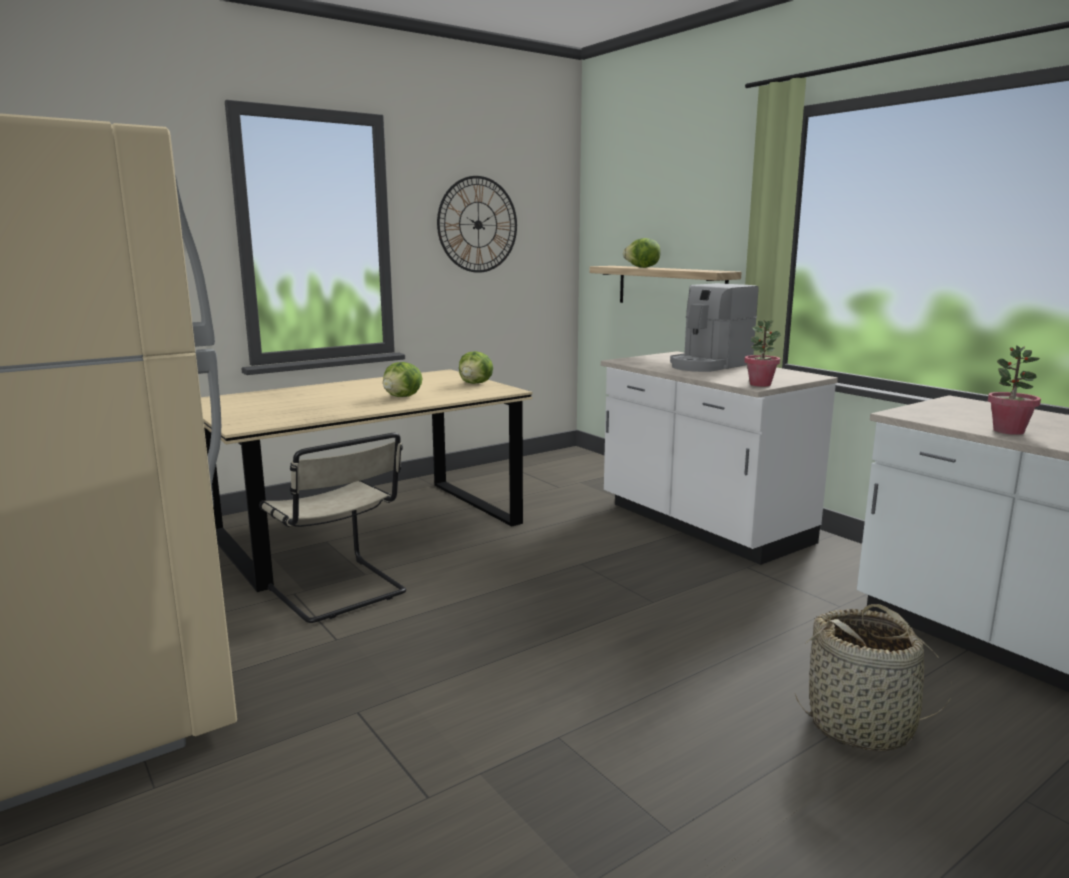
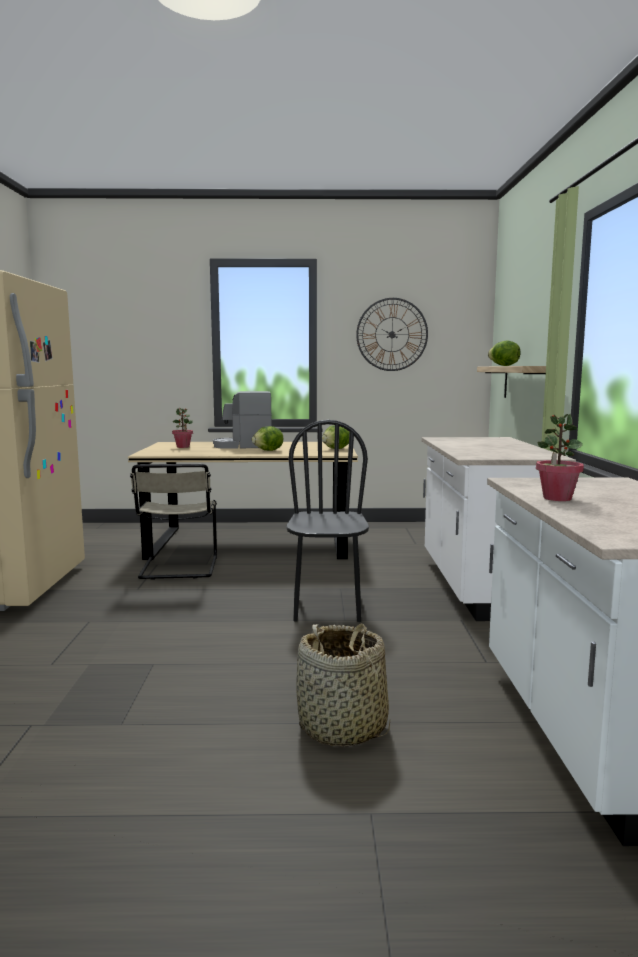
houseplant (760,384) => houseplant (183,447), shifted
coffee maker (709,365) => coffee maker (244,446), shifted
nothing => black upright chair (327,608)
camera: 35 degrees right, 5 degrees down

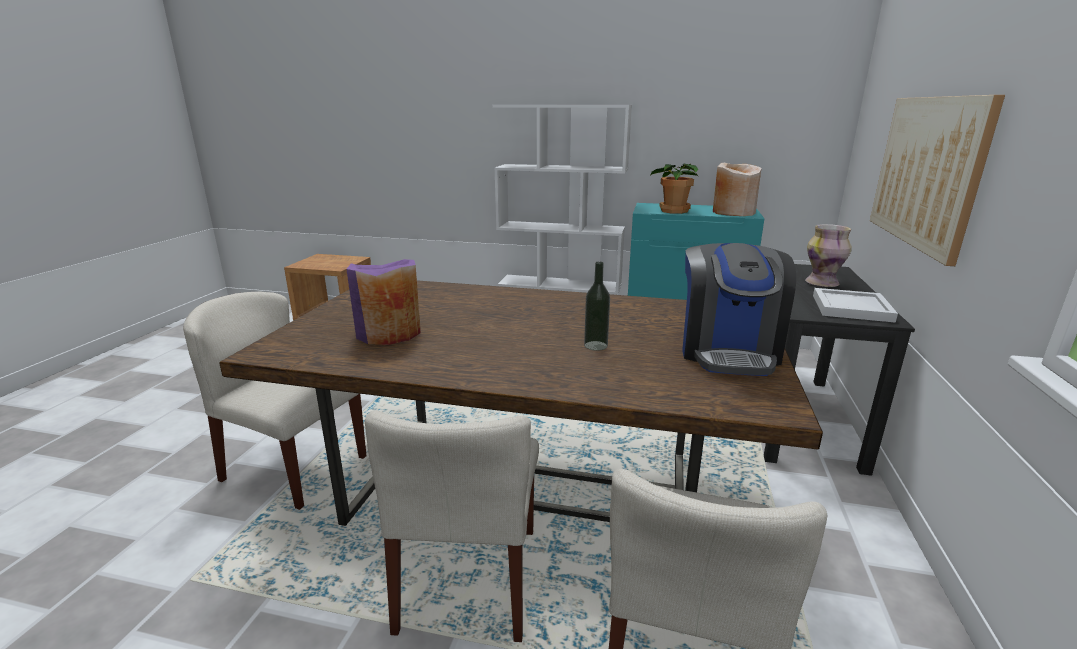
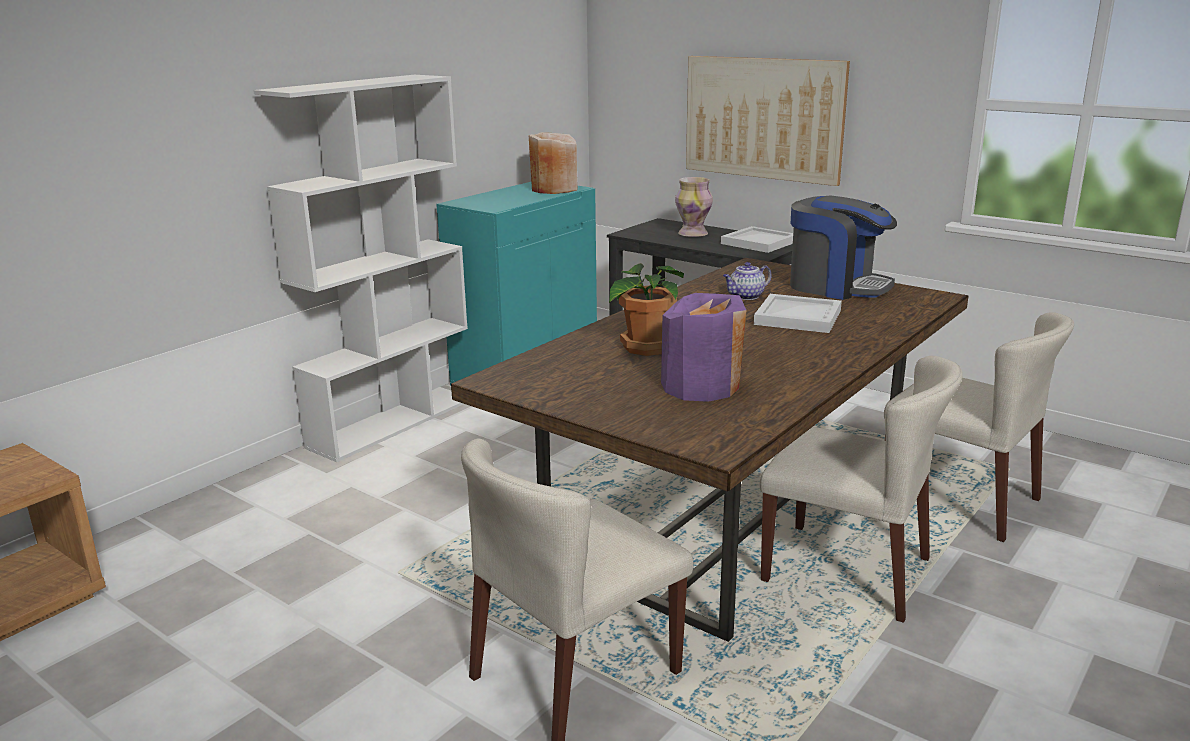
houseplant (673,211) => houseplant (645,347), shifted
nothing => pot for tea (746,296)
beverage bottle (595,345) => white-coloured carrying tray (799,318)
camera: 65 degrees left, 0 degrees up

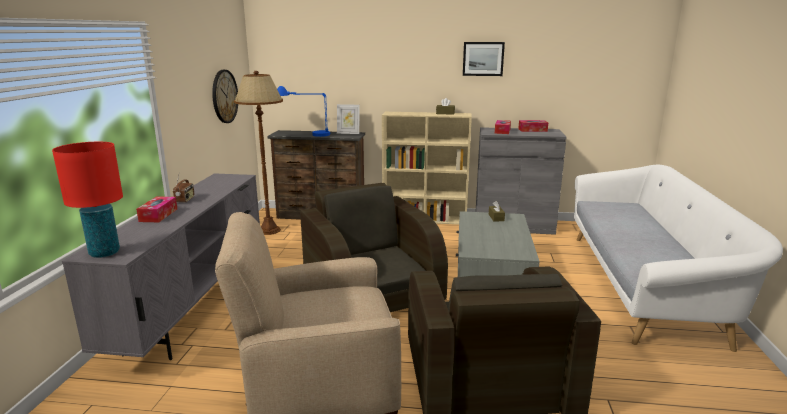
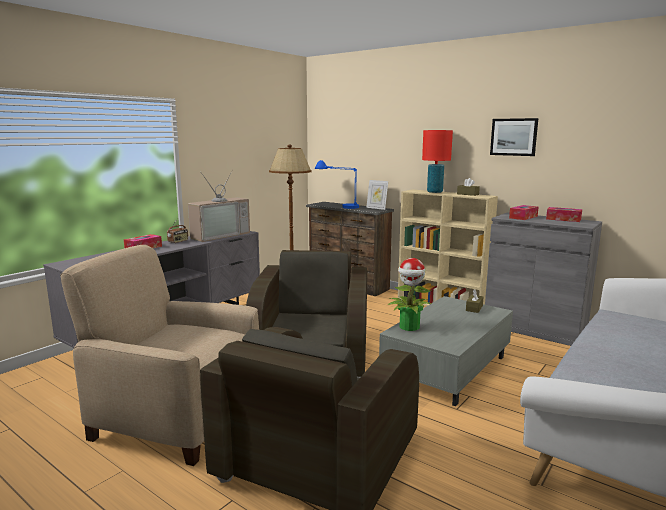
nothing => television (219,235)
nothing => houseplant (409,327)
red-coloured lamp for a table (104,253) => red-coloured lamp for a table (434,192), shifted
hanging clock (224,96) => nothing
camera: 30 degrees right, 5 degrees down

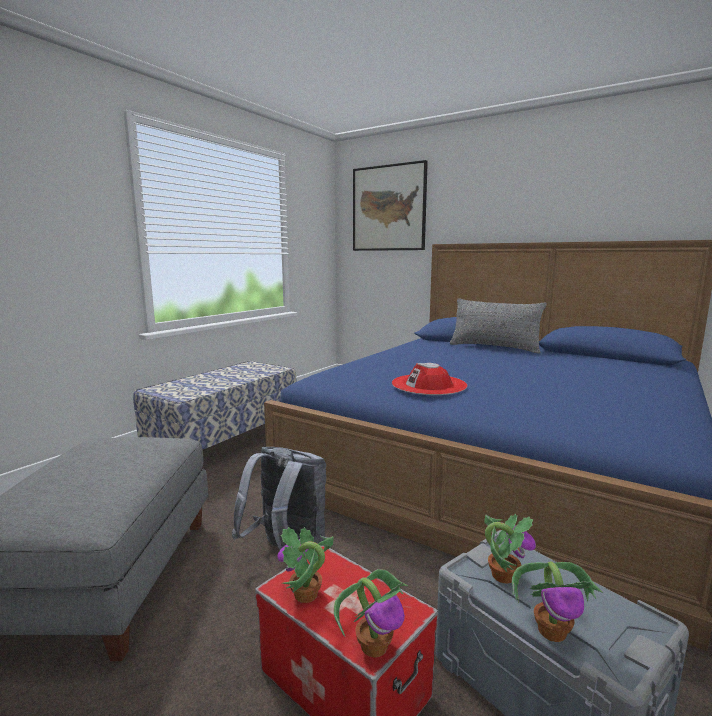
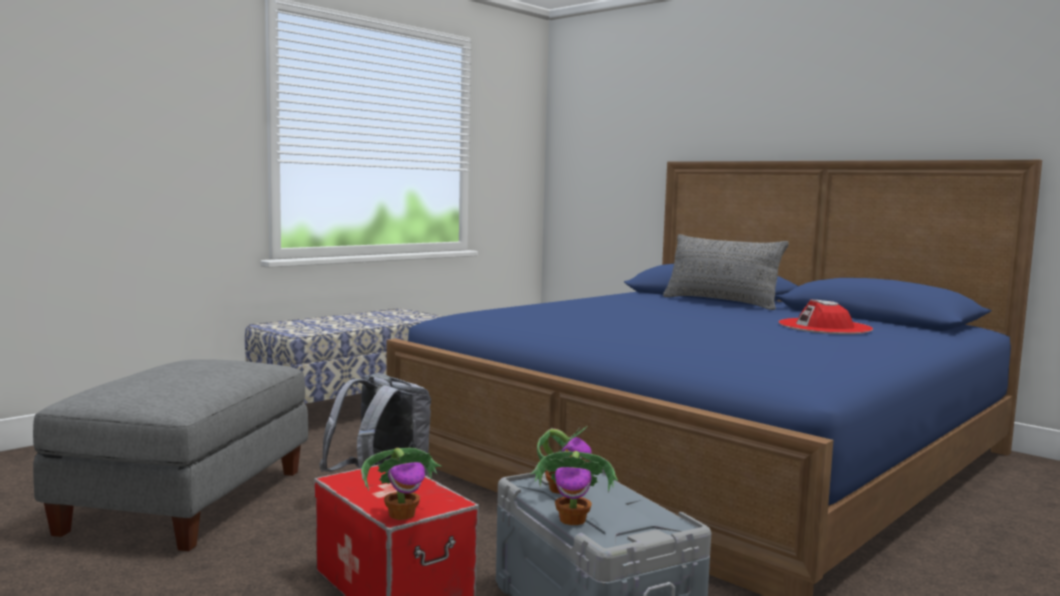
red-coloured wearable hat (429,385) => red-coloured wearable hat (824,327), shifted
houseplant (306,595) => nothing
wall picture (388,208) => nothing
camera: 10 degrees right, 5 degrees down

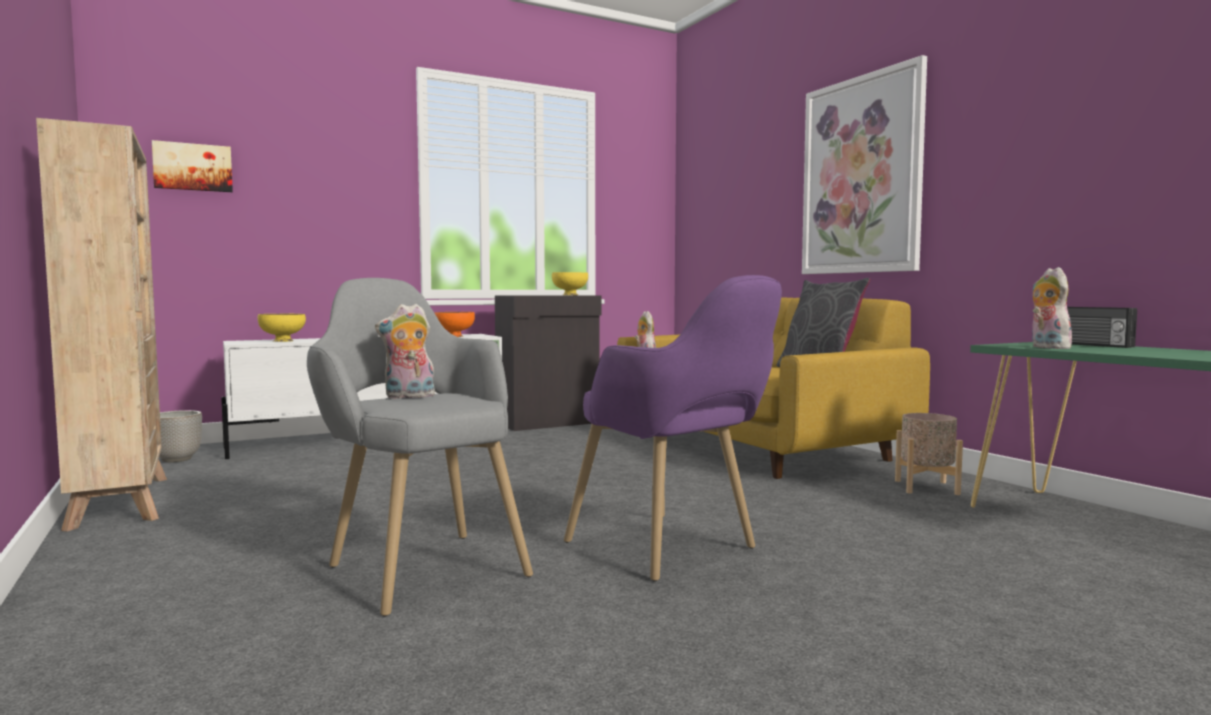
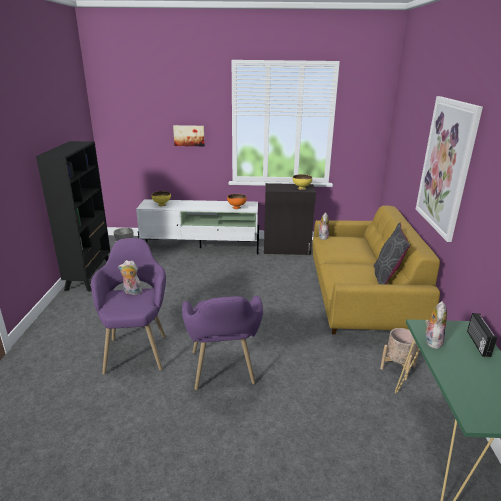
sand-coloured shelving unit (121,502) => black shelving unit (90,275)
grey easy chair (418,563) => purplish easy chair (137,348)
wall picture (193,167) => wall picture (189,135), shifted
camera: 30 degrees right, 20 degrees up

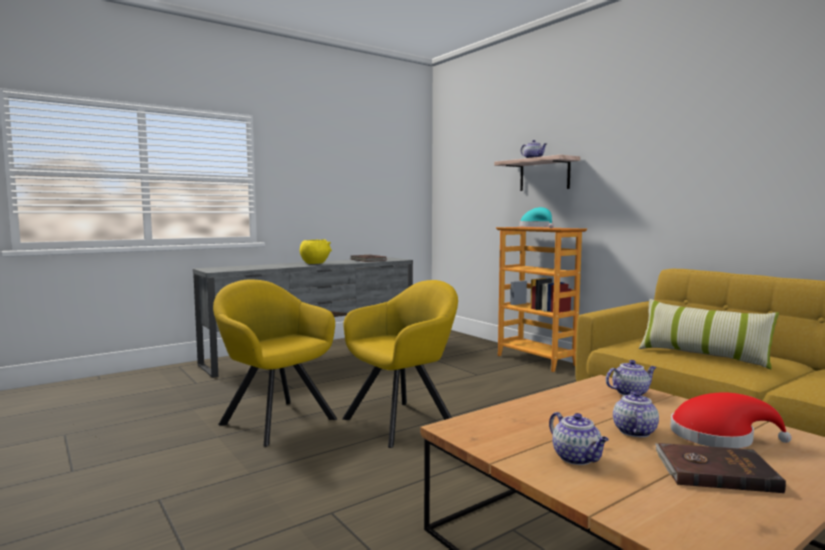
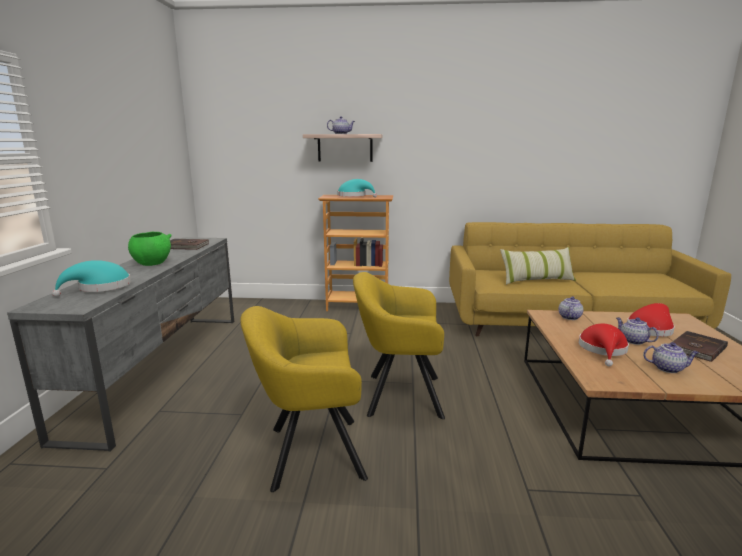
nothing => turquoise-coloured wearable hat (100,287)
yellow-coloured bowl (315,263) => green bowl (152,263)
yellow-coloured easy chair (404,421) => yellow-coloured easy chair (398,395), 90 degrees counterclockwise
nothing => red-coloured wearable hat (603,350)
camera: 50 degrees left, 10 degrees up

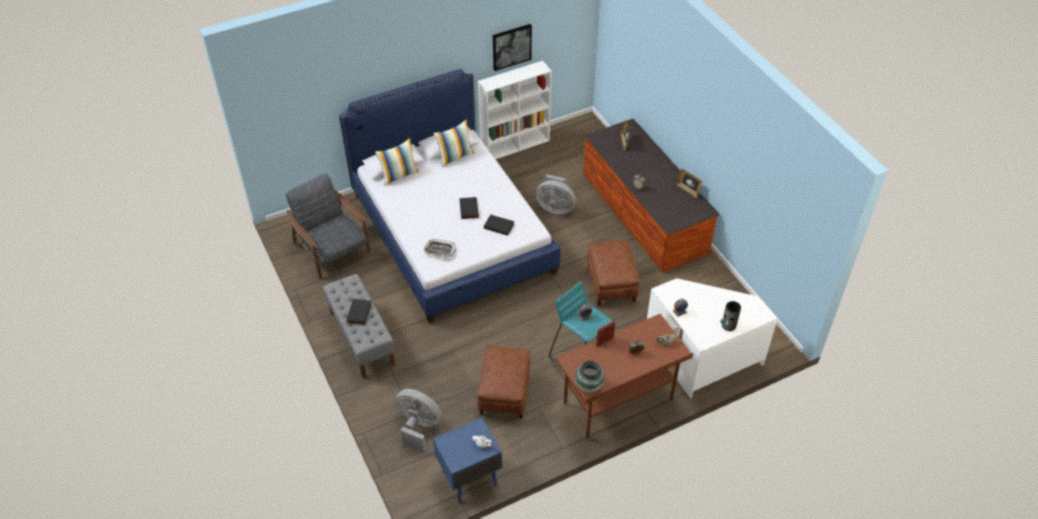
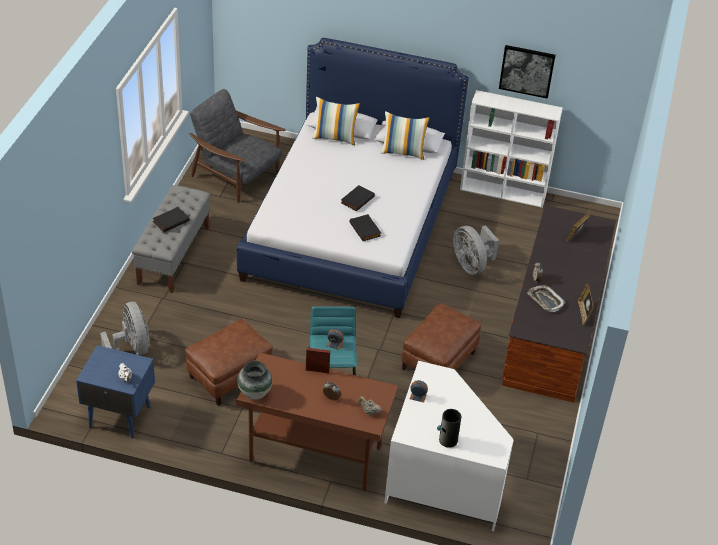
grey easy chair (332,250) => grey easy chair (237,175), 60 degrees counterclockwise
carrying tray (439,250) => carrying tray (545,300), shifted
camera: 40 degrees right, 5 degrees down

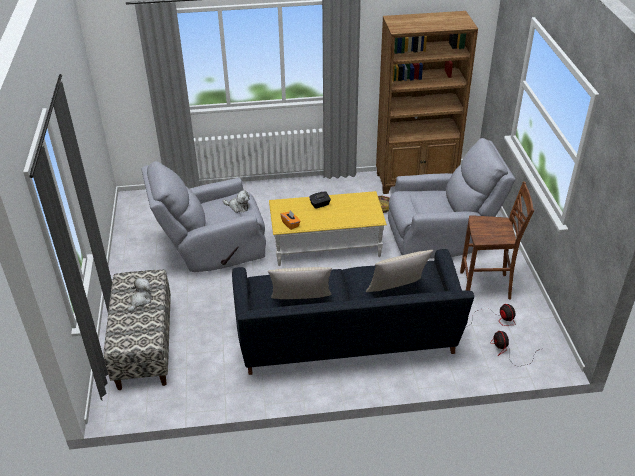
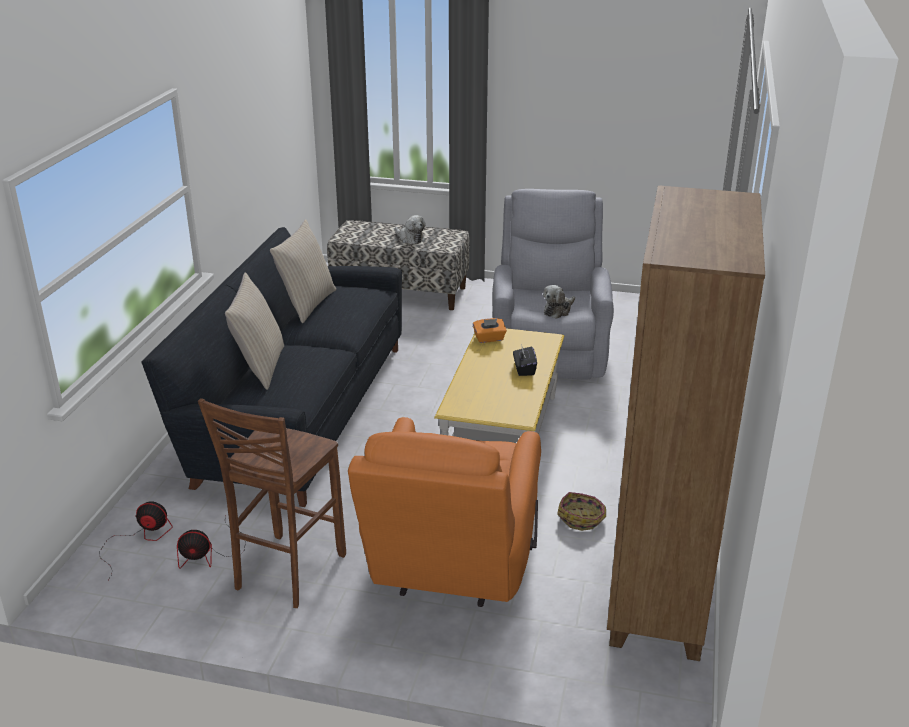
grey easy chair (441,237) => orange easy chair (451,565)
camera: 110 degrees right, 10 degrees down

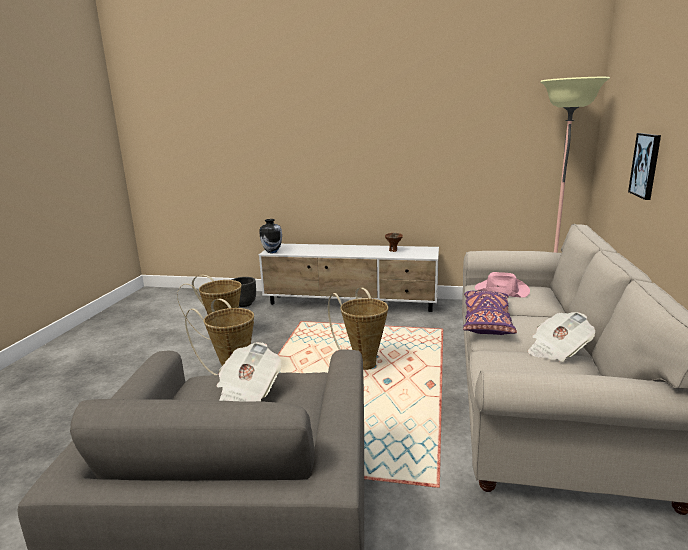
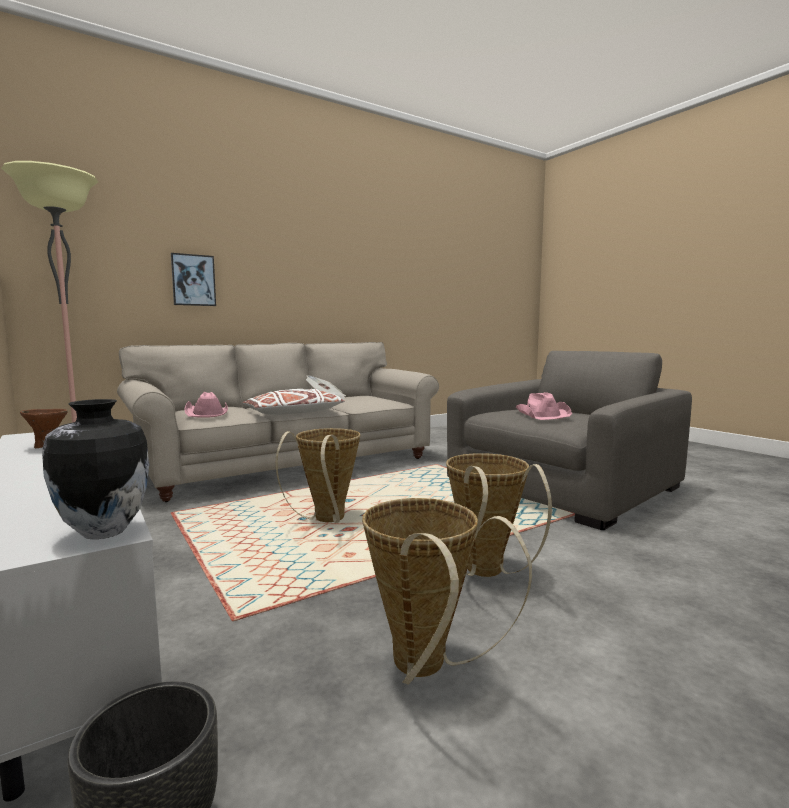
purplish throw pillow (487,322) => white-coloured throw pillow (294,413)
daily paper (247,392) => pink-coloured wearable hat (543,415)
camera: 135 degrees left, 10 degrees down

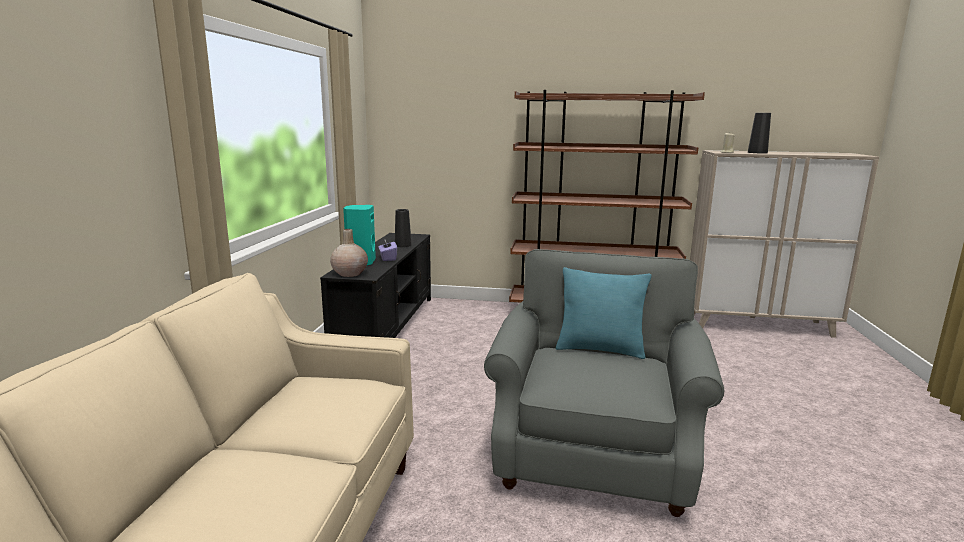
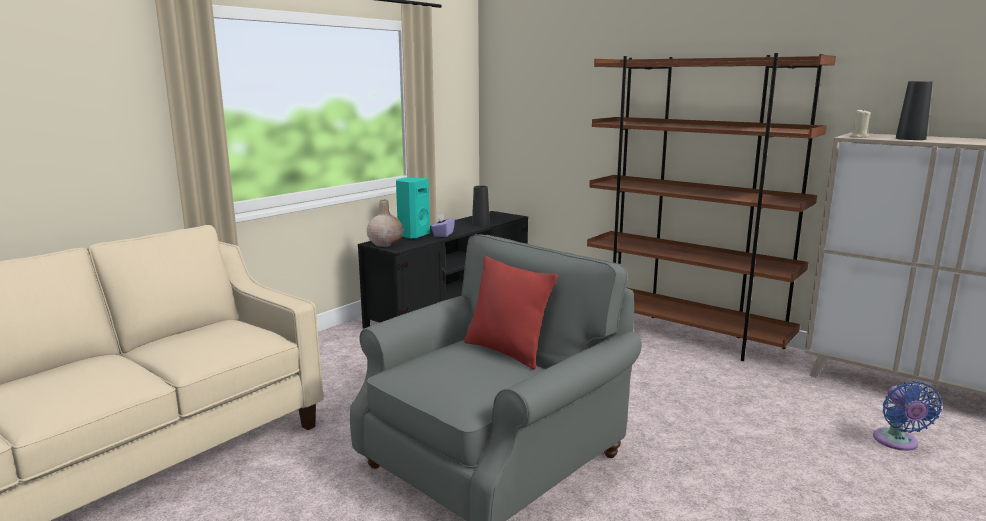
turquoise-coloured throw pillow (600,349) => red-coloured throw pillow (507,352)
nothing => bluish fan (897,442)
camera: 30 degrees right, 0 degrees up

